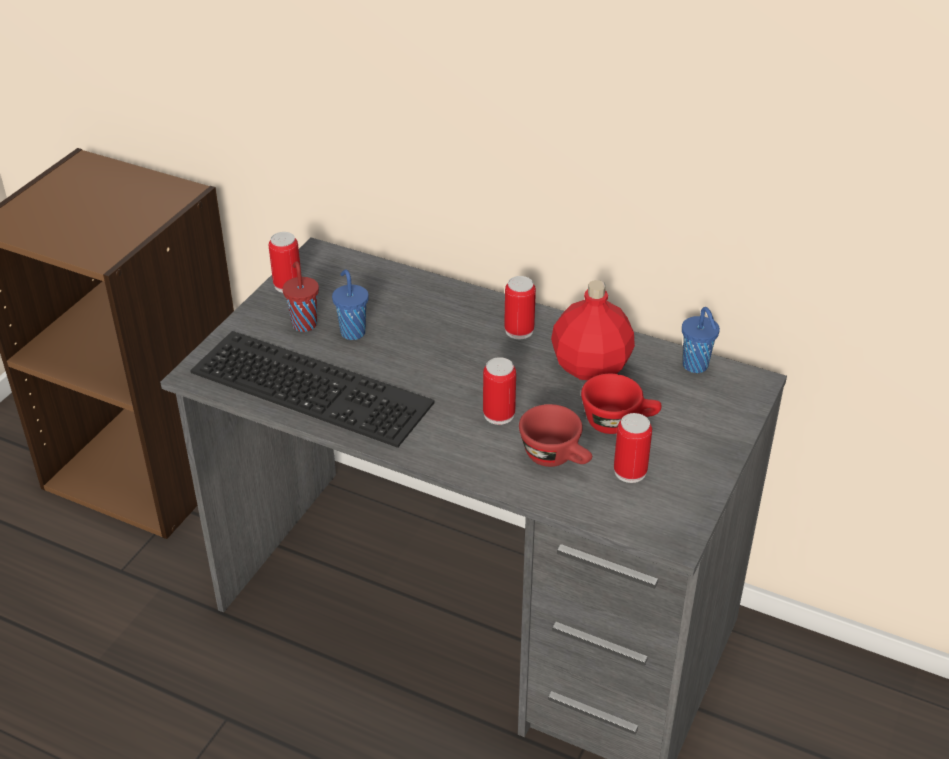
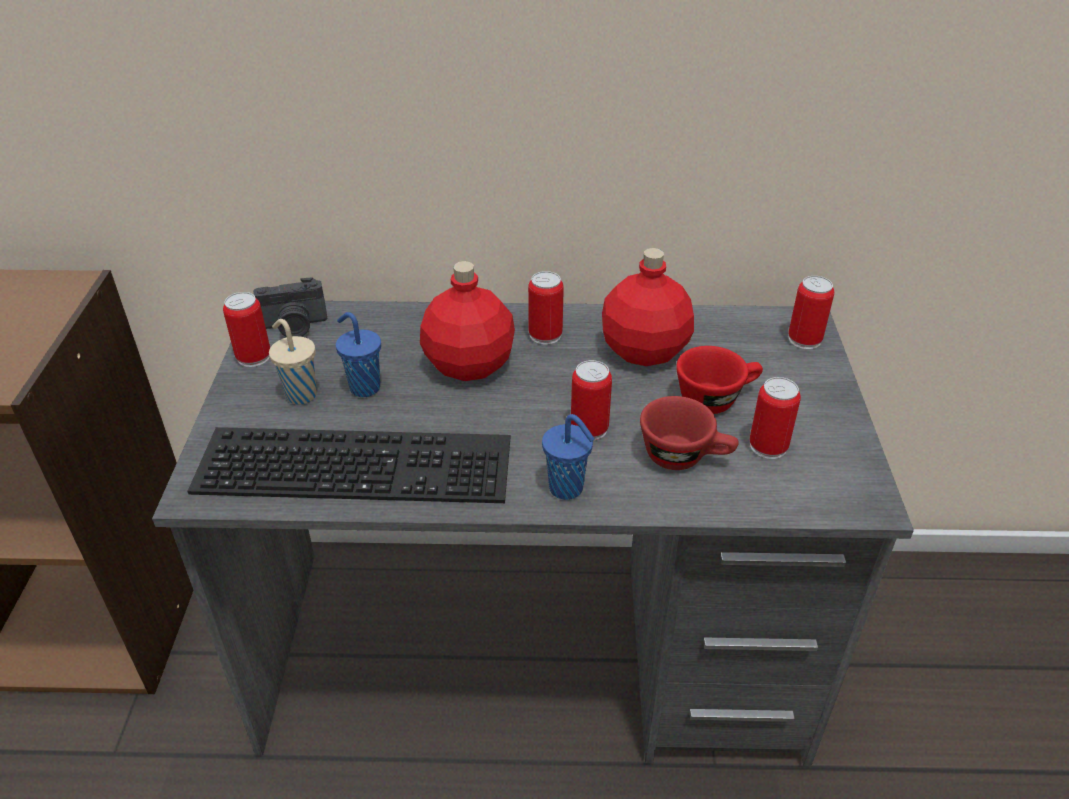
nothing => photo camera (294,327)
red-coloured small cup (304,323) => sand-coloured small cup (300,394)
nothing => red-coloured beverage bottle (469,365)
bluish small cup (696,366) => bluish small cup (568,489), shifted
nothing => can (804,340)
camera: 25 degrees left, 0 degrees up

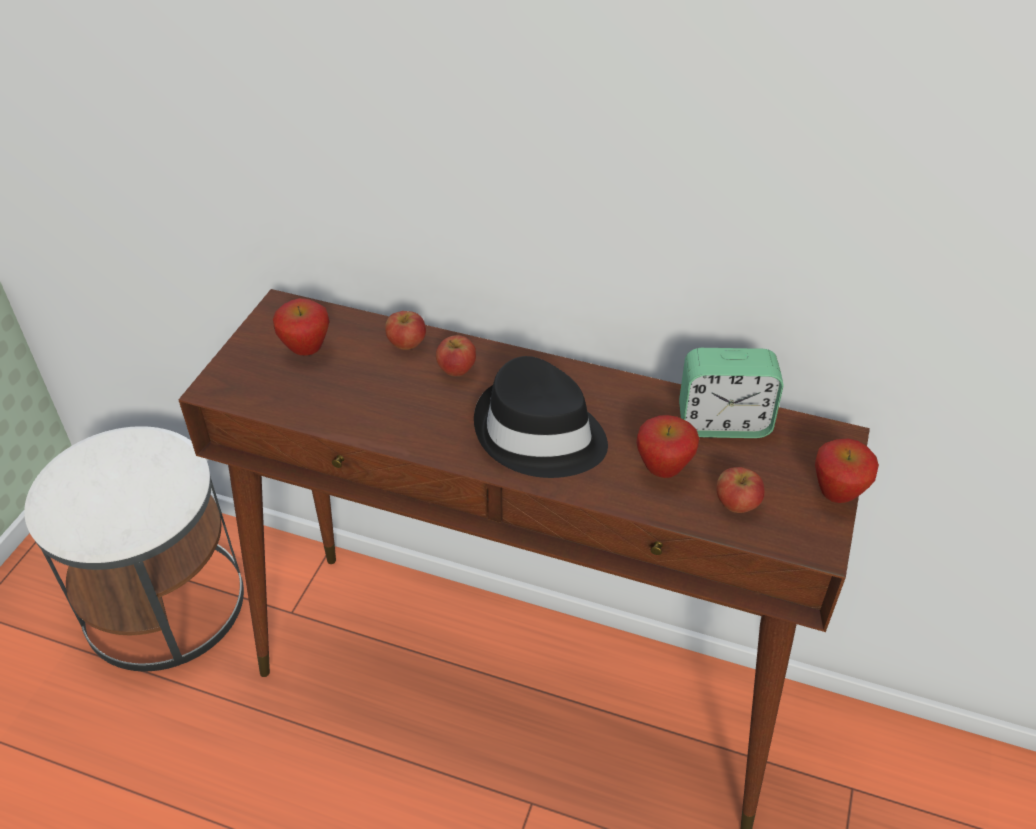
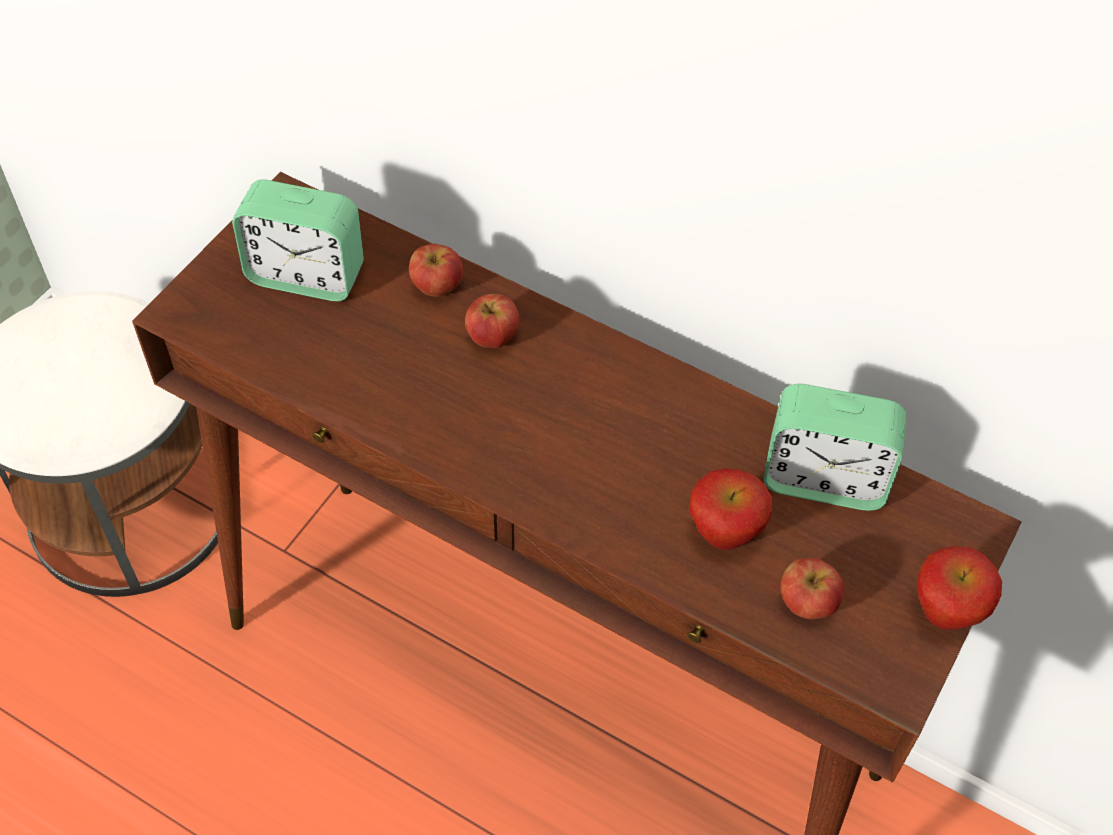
apple fruit (306,350) => alarm clock (306,275)
black wearable hat (539,435) => nothing
camera: 10 degrees right, 10 degrees up

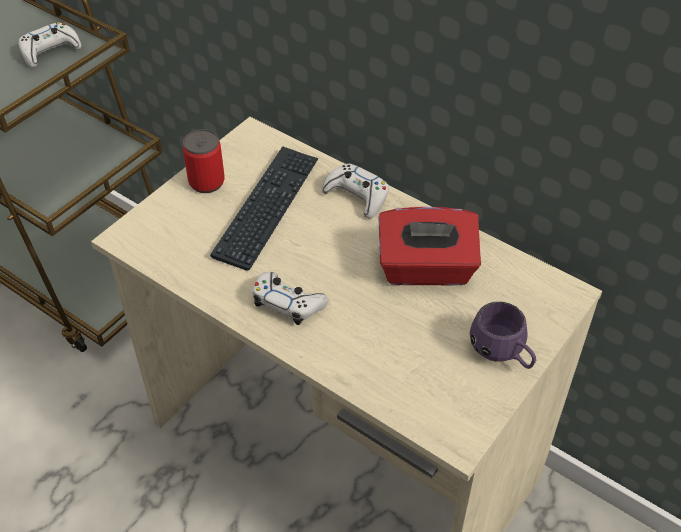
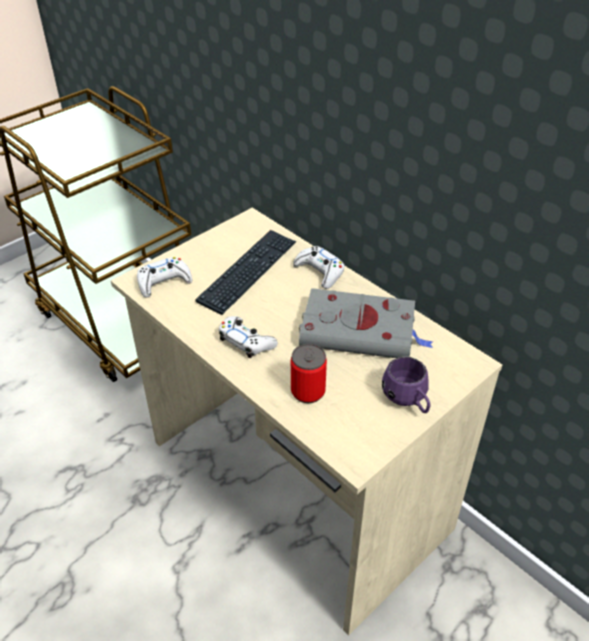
white-coloured gamepad (50,51) => white-coloured gamepad (164,282), shifted
can (206,182) => can (308,391), shifted
red-coloured box of tissues (426,269) => grey bound book (361,331)
camera: 10 degrees right, 5 degrees down

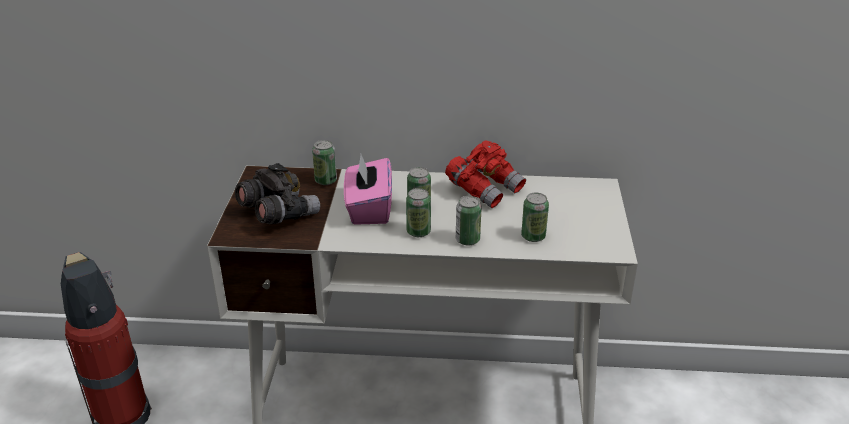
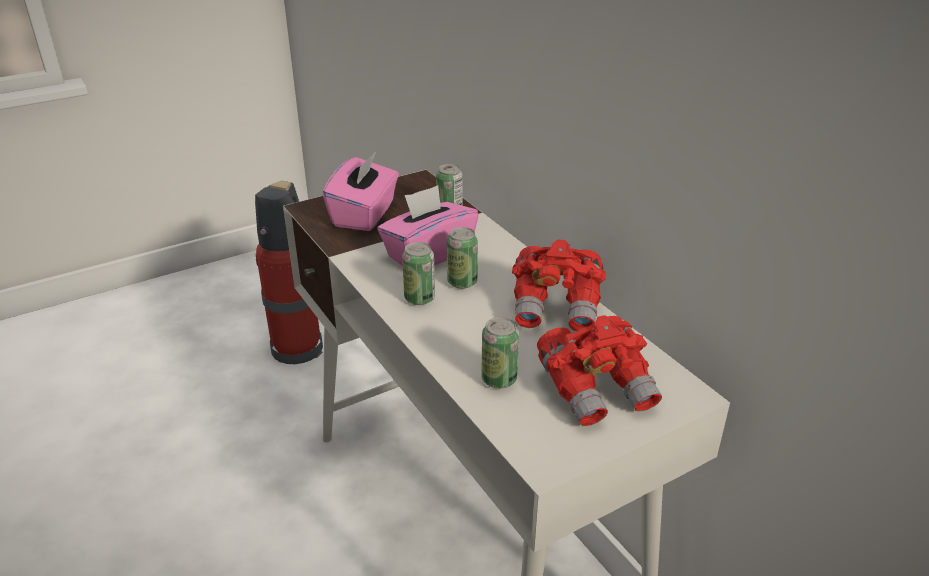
grey field glasses (278,214) => pink-coloured box of tissues (365,215)
nothing => red-coloured field glasses (597,389)
can (467,240) => nothing
camera: 55 degrees right, 0 degrees up

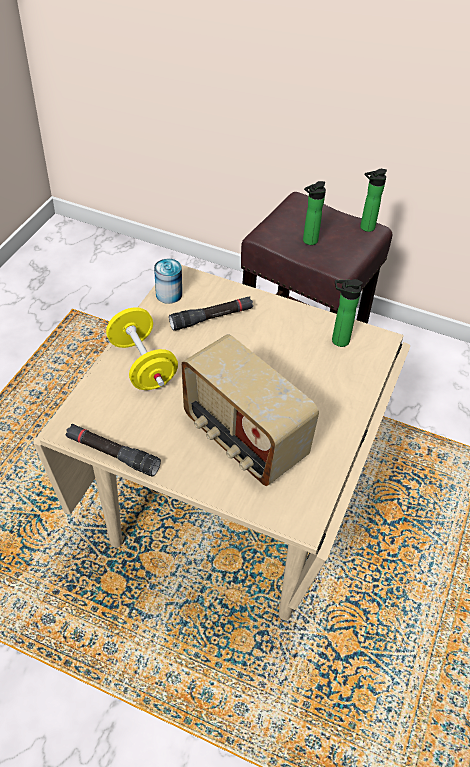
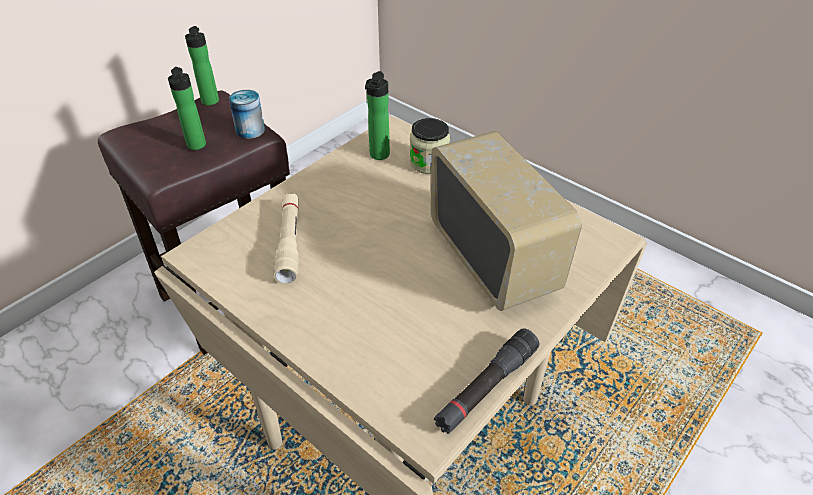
can (169,294) => can (250,130), shifted
black torch (211,318) => sand-coloured torch (289,243)
nothing => preserve jar (429,163)
radio set (243,439) => radio set (494,258), 90 degrees counterclockwise
yellow-coloured free weight (142,365) => nothing
camera: 70 degrees left, 5 degrees down

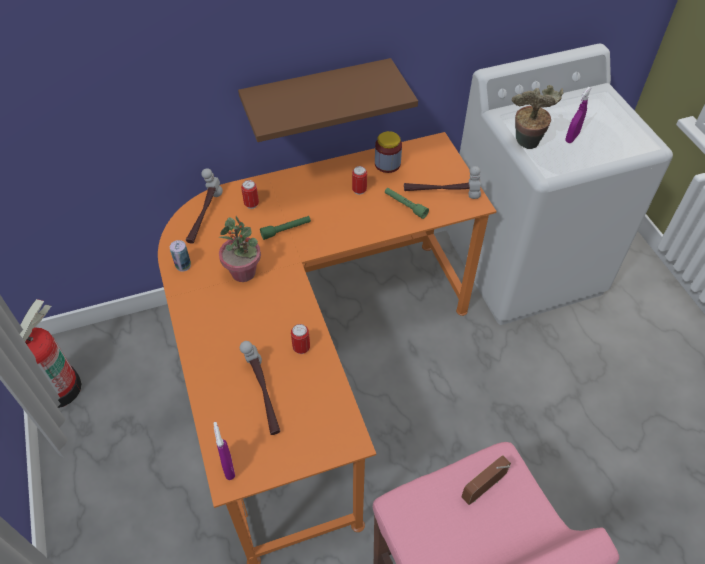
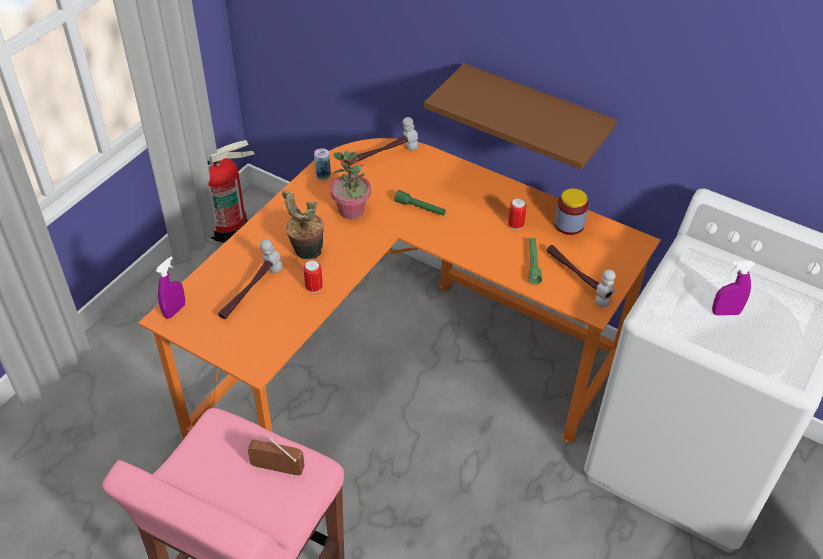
houseplant (526,144) => houseplant (305,252), shifted
can (251,204) => nothing
camera: 50 degrees right, 5 degrees down

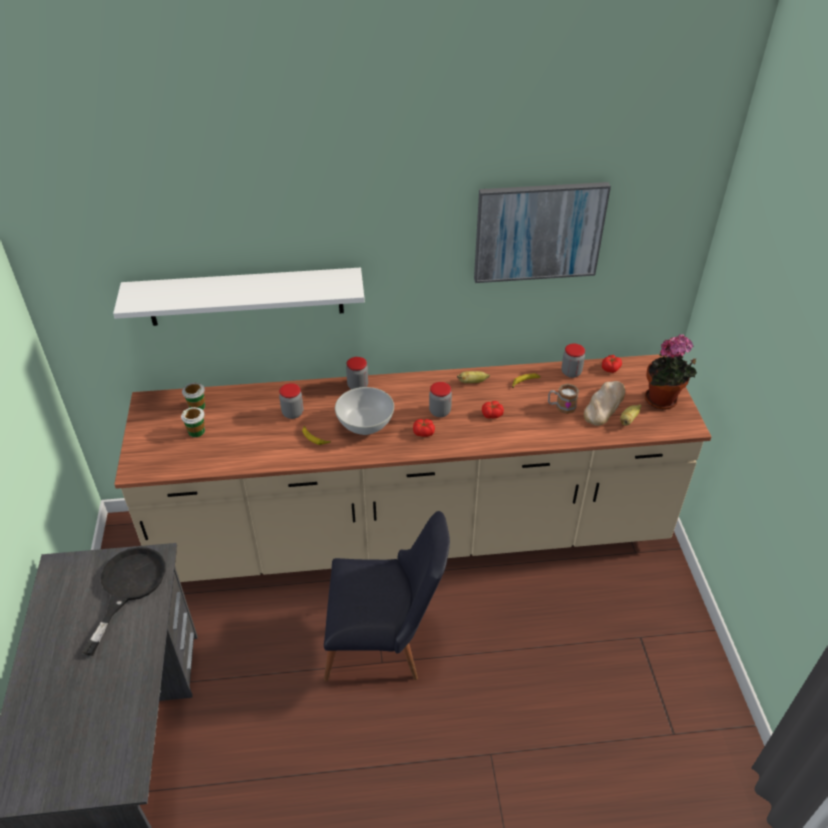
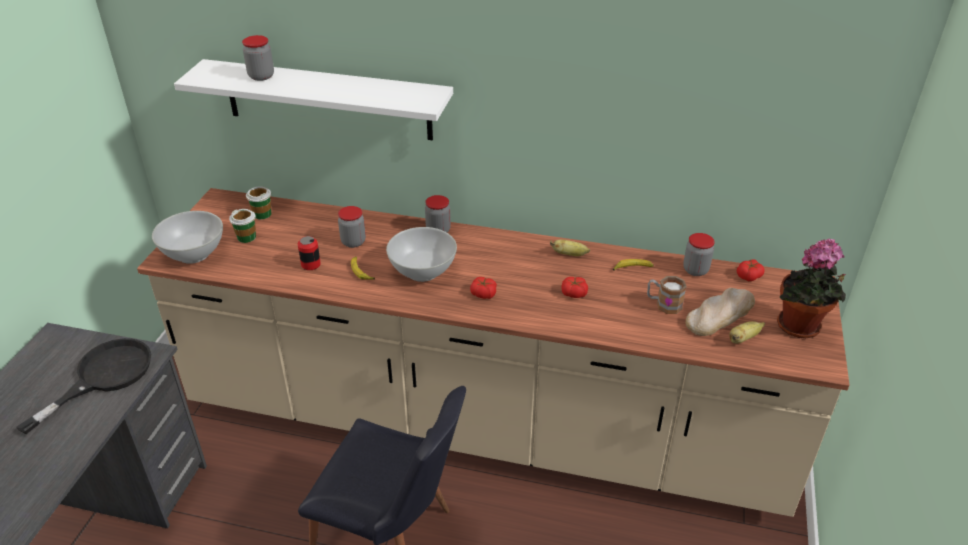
nothing => white-coloured bowl (193,254)
preserve jar (440,411) => preserve jar (261,76), shifted
nothing => can (311,264)
wall picture (538,232) => nothing
camera: 20 degrees right, 5 degrees down

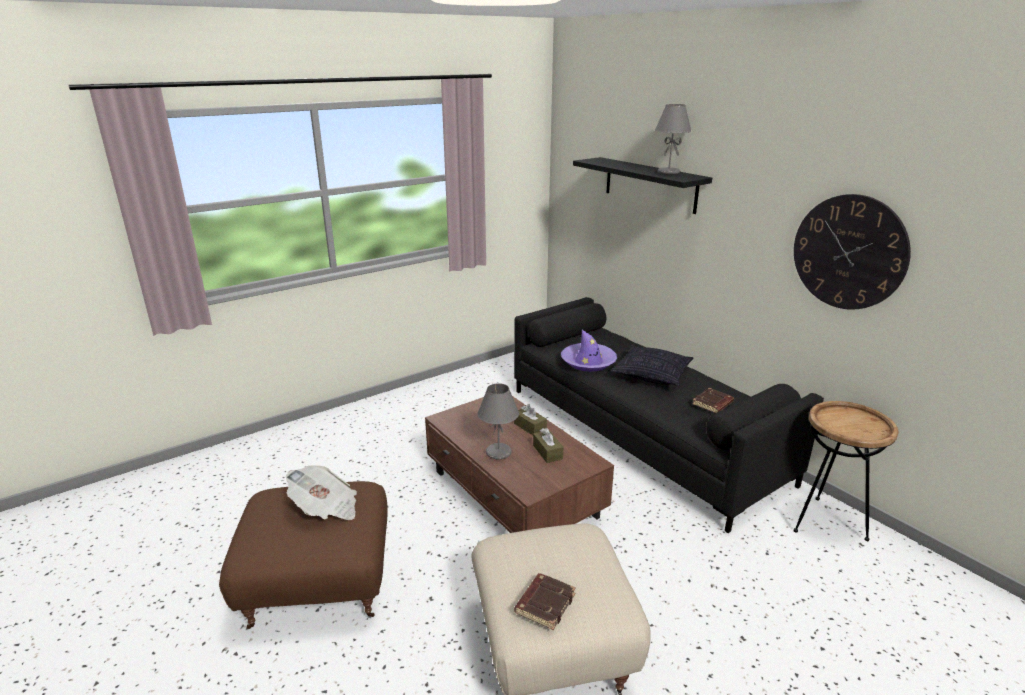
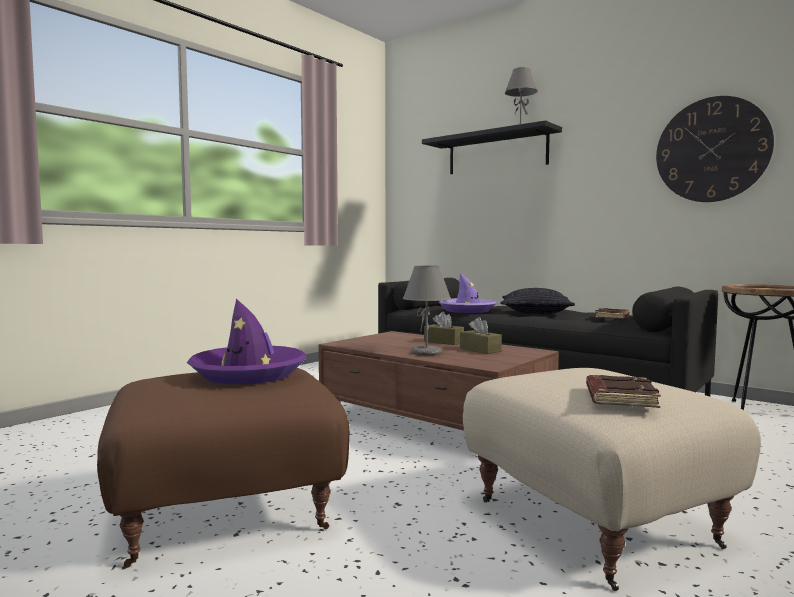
daily paper (326,508) => purplish wearable hat (249,374)
camera: 15 degrees left, 20 degrees down

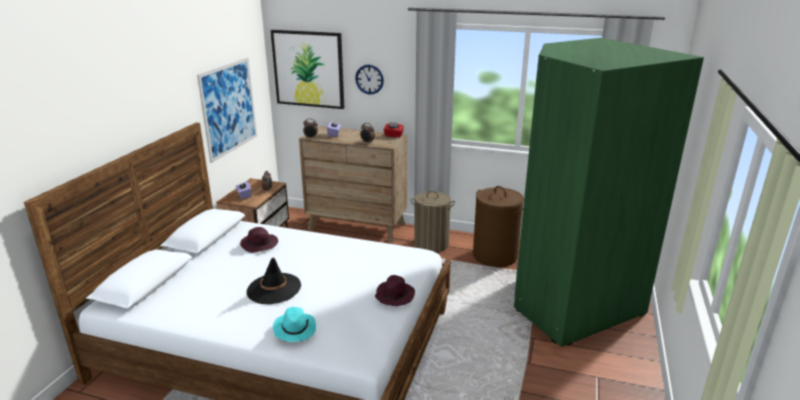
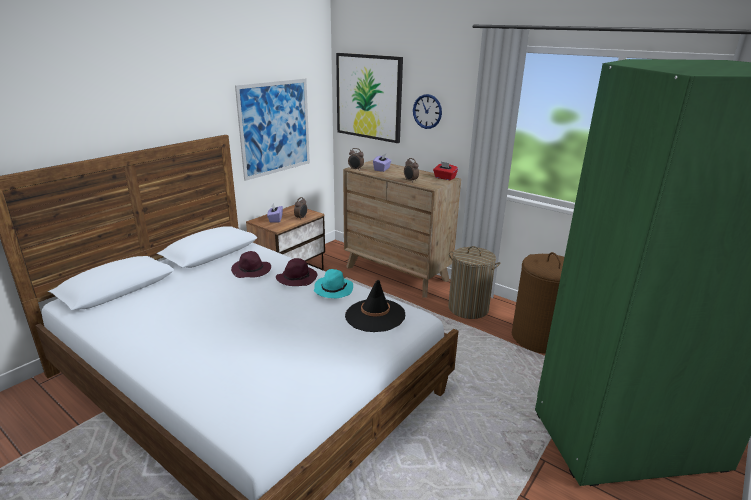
purplish wearable hat (394,295) => purplish wearable hat (297,278), shifted
turquoise-coloured wearable hat (294,329) => turquoise-coloured wearable hat (333,289), shifted
black wearable hat (274,289) => black wearable hat (375,315), shifted
camera: 20 degrees right, 0 degrees up

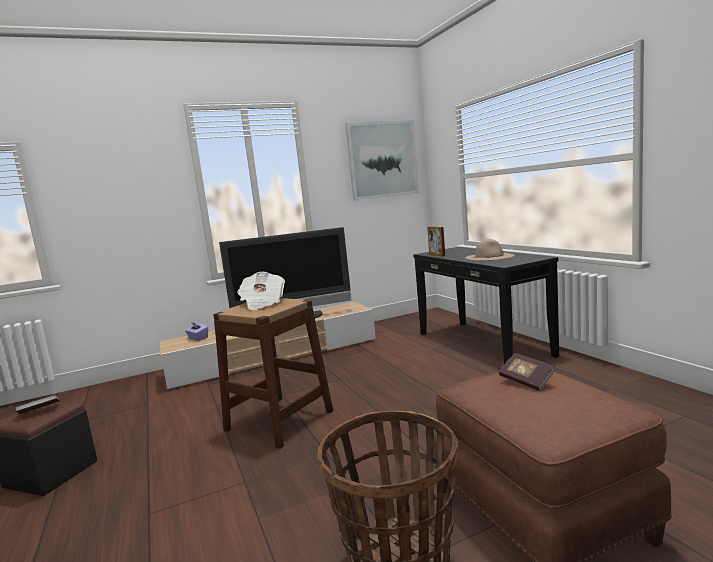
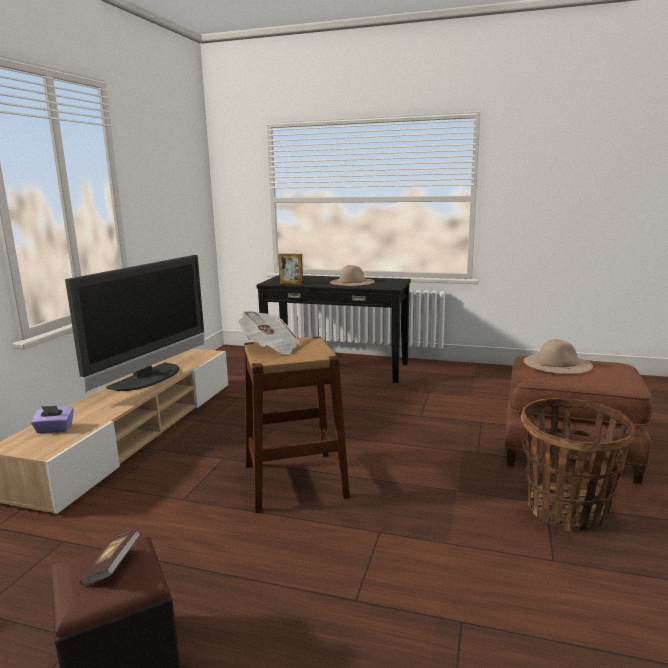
bound book (526,381) => sand-coloured wearable hat (557,363)
wall picture (382,160) => nothing
camera: 50 degrees left, 5 degrees up

